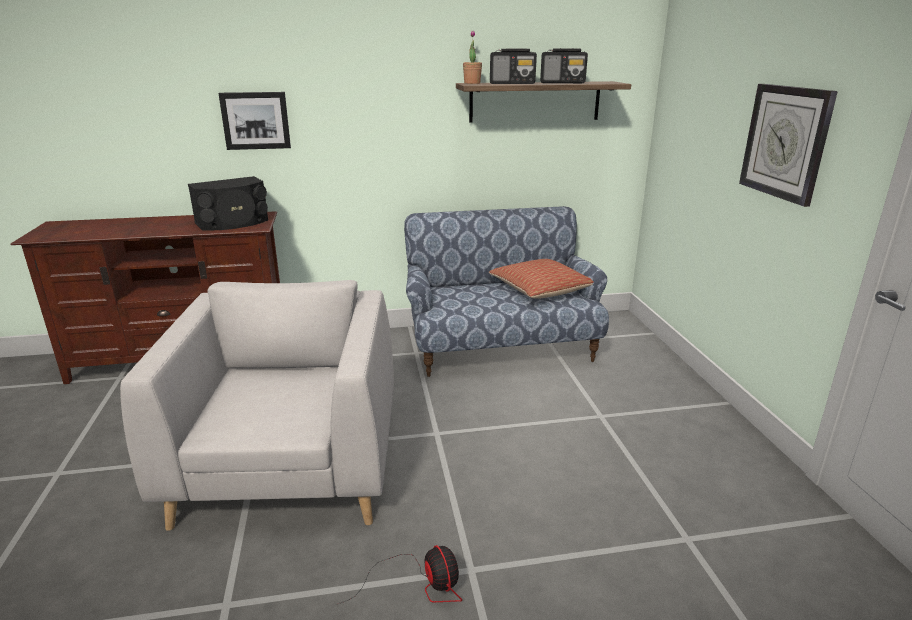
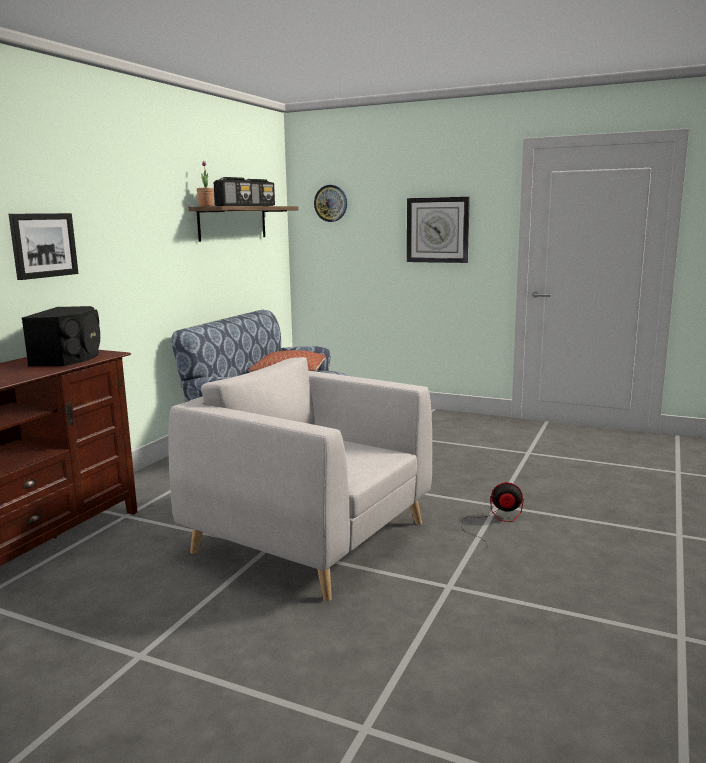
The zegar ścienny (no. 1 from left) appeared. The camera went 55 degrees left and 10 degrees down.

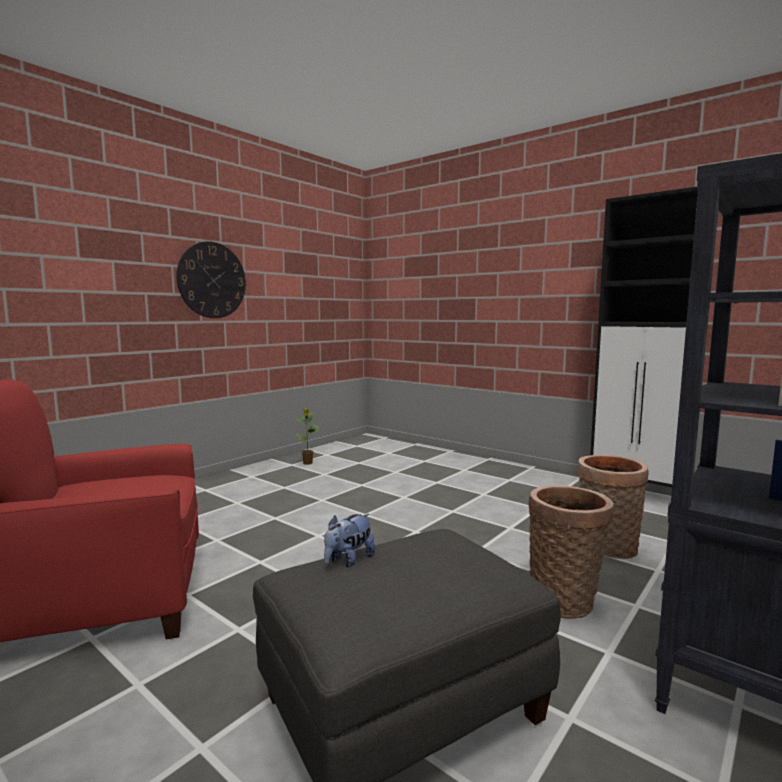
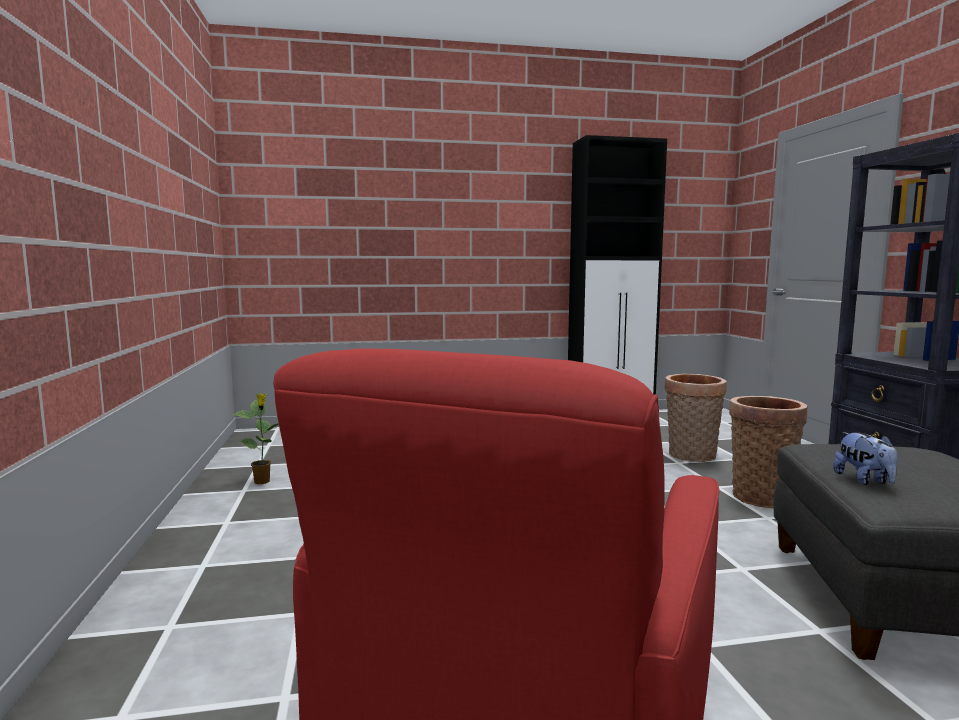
The zegar ścienny disappeared. The camera went 50 degrees left and 0 degrees up.

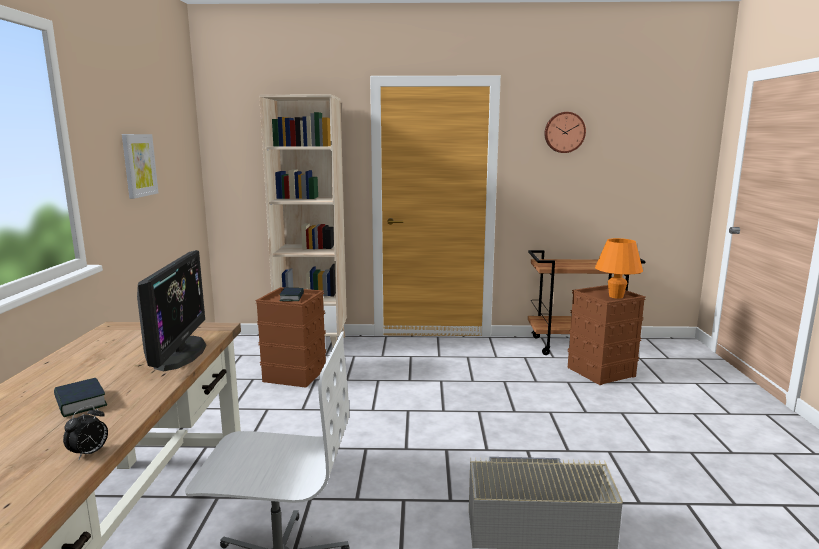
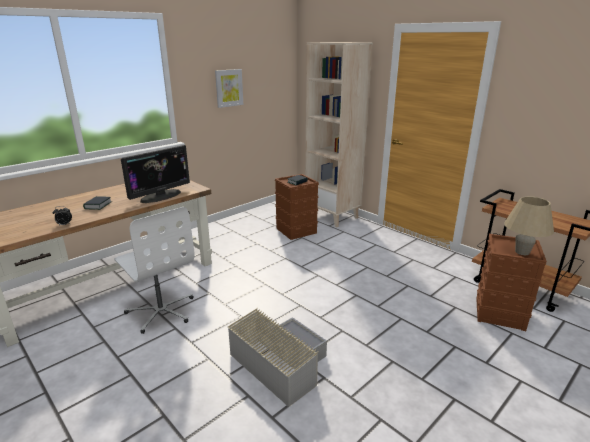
The zegar ścienny disappeared. The lampa stołowa [pomarańczowy] became the lampa stołowa [beżowy]. The camera went 45 degrees right and 10 degrees up.

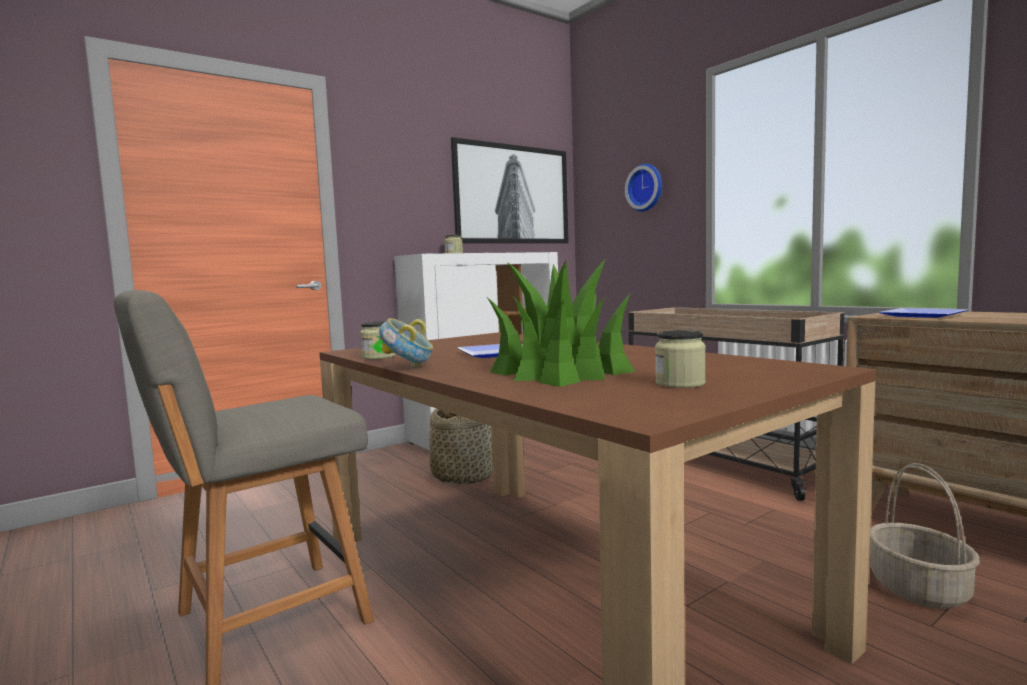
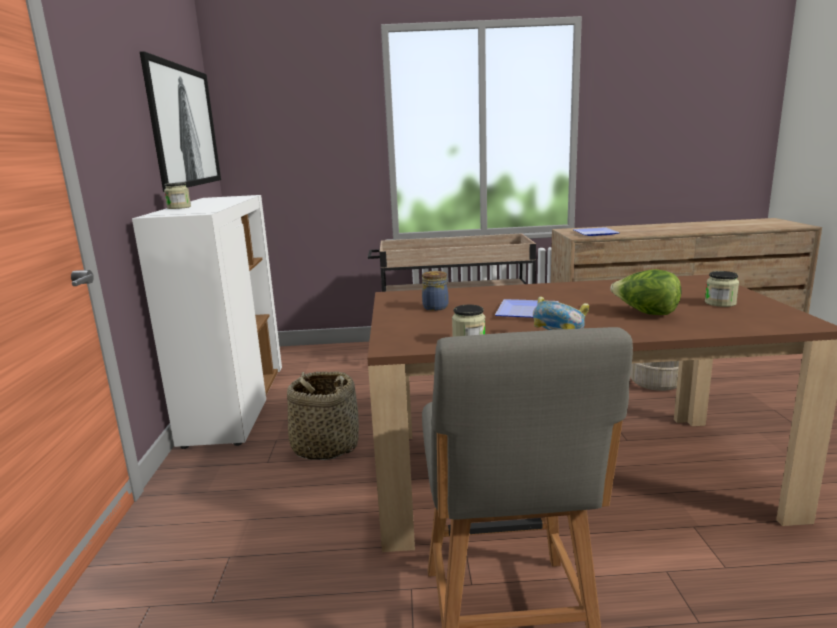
The roślina doniczkowa was replaced by the sałata. The zegar ścienny disappeared. The słoik (no. 2 from left) appeared. The camera went 55 degrees left and 10 degrees up.

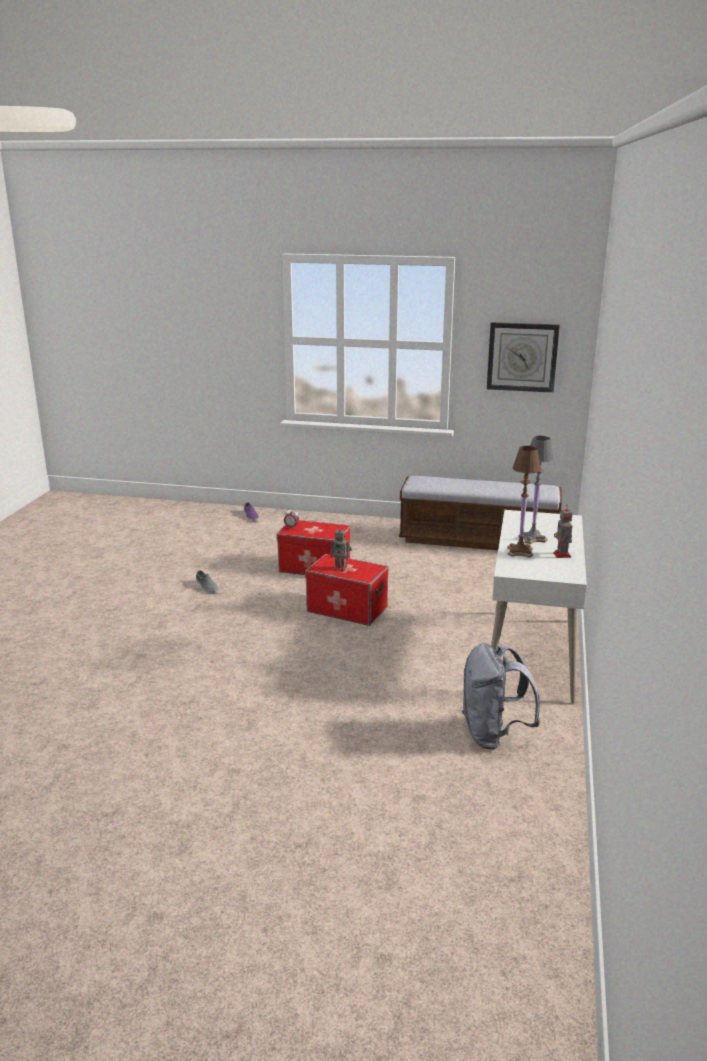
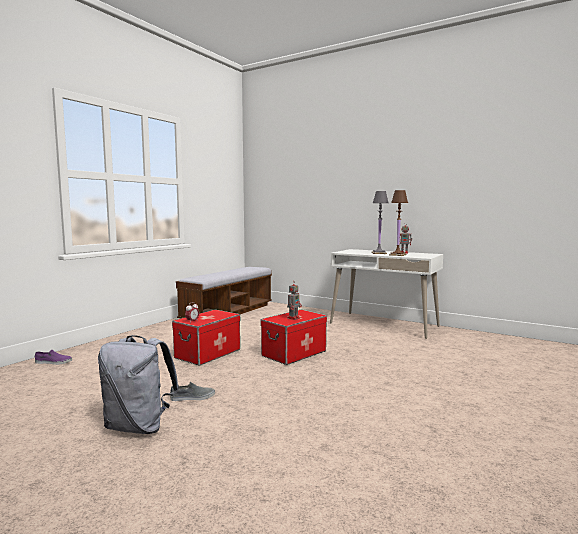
The plecak [szary] moved. The zegar ścienny disappeared. The camera went 70 degrees left and 15 degrees down.

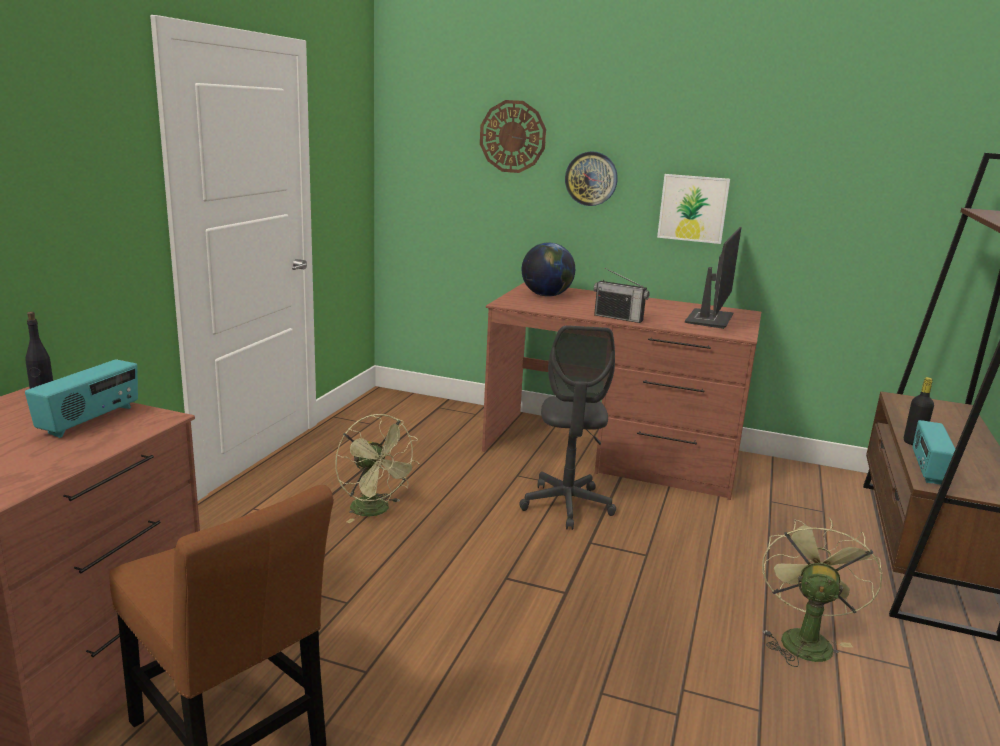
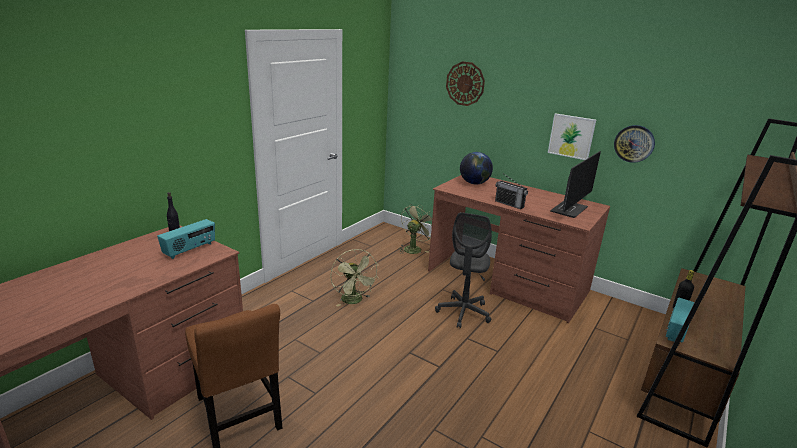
The zegar ścienny (no. 2 from left) moved. The wentylator [zielony] (no. 2 from left) moved. The camera went 15 degrees right and 5 degrees up.

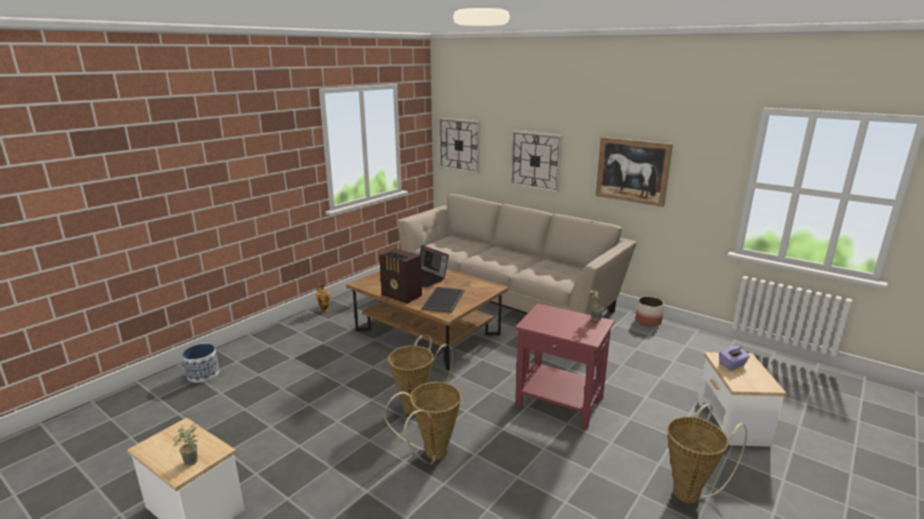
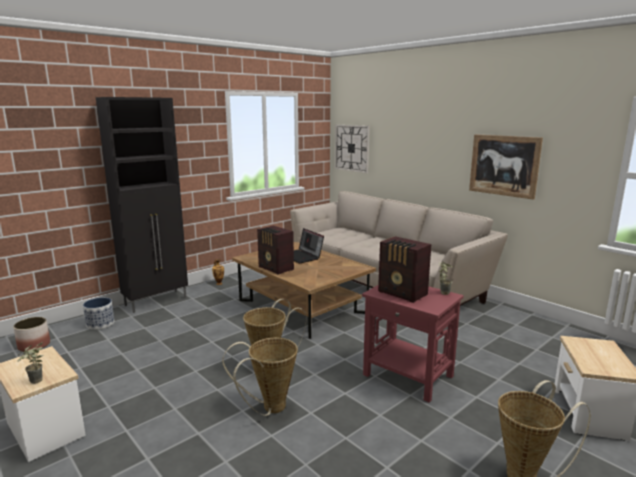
The taca disappeared. The zegar ścienny (no. 2 from left) disappeared. The donica (no. 2 from left in the first image) moved. The pudełko chusteczek [fioletowy] disappeared. The szafka [czarny] appeared. The radio (no. 2 from left) appeared. The camera went 10 degrees right and 5 degrees down.

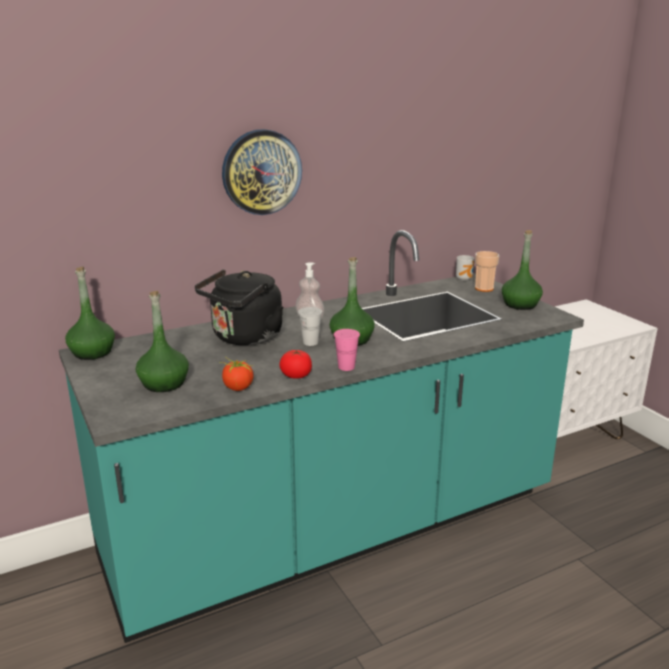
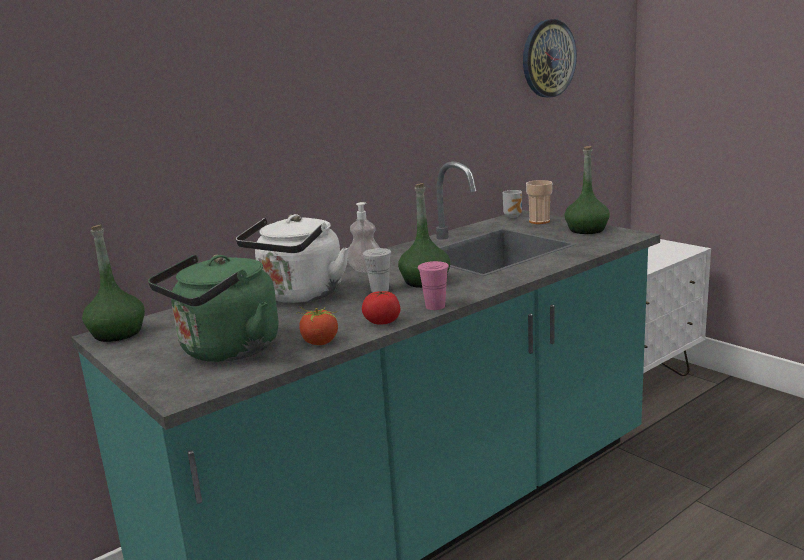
The butelka [zielony] (no. 2 from left) was replaced by the czajnik [zielony]. The czajnik [czarny] became the czajnik [biały]. The zegar ścienny moved. The camera went 10 degrees left and 5 degrees down.

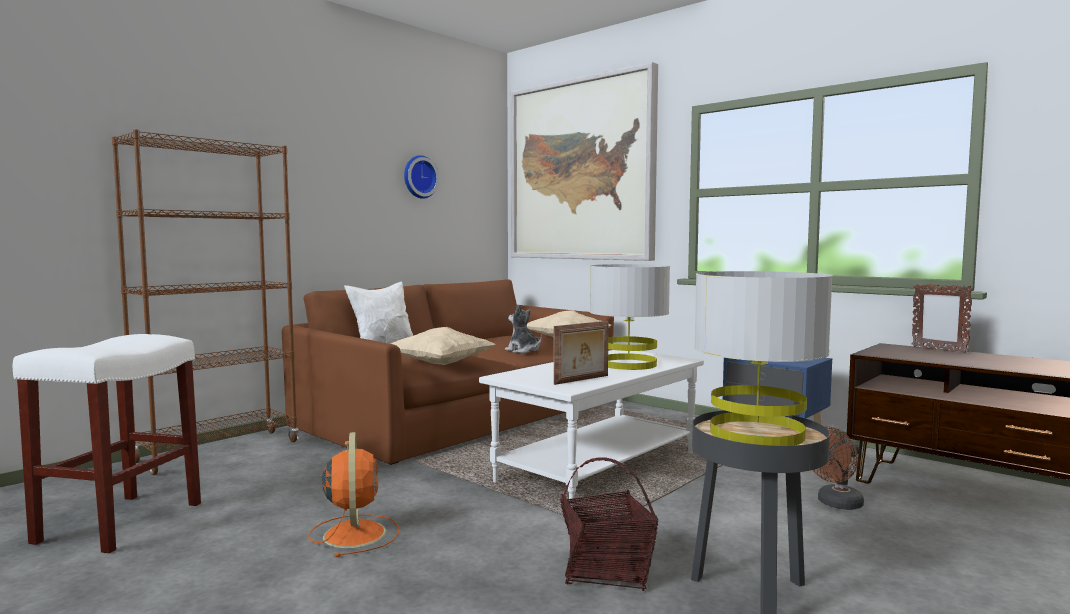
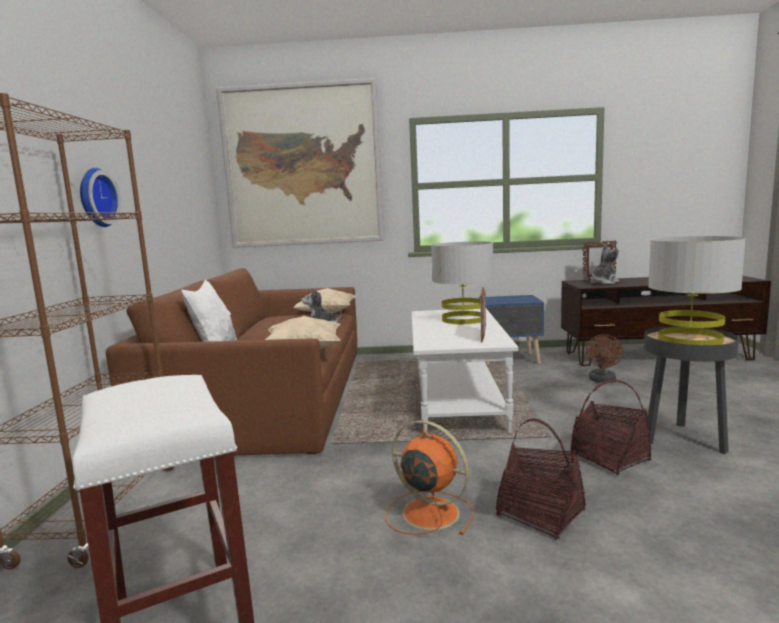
The zegar ścienny moved. The koszyk (no. 1 from left) appeared. The pluszak (no. 2 from left) appeared. The camera went 40 degrees left and 5 degrees up.

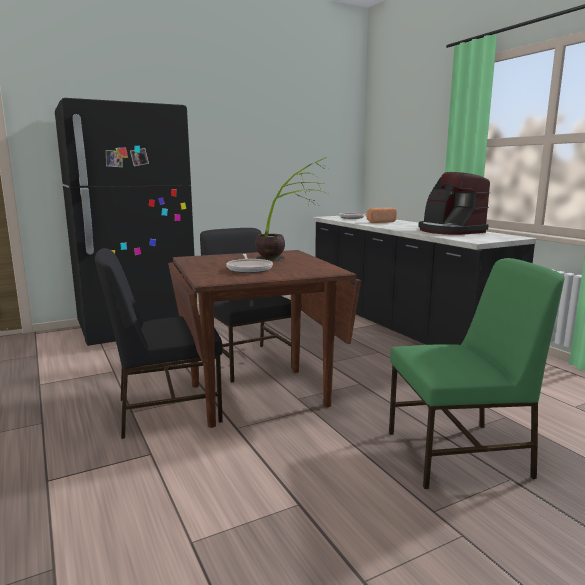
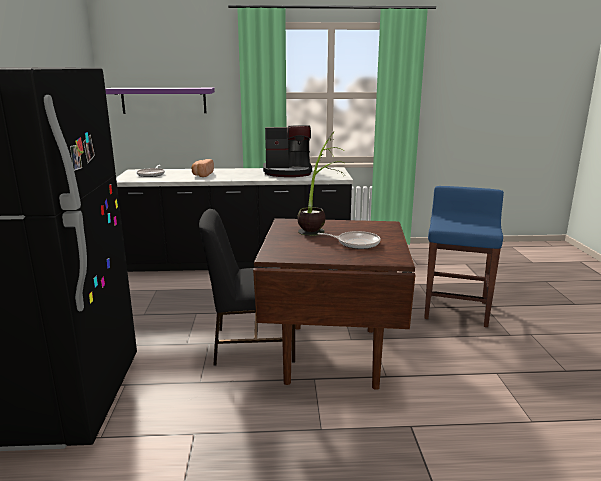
The krzesło [czarny] (no. 1 from left) disappeared. The krzesło [zielony] was replaced by the stołek [niebieski]. The półka [fioletowy] appeared. The camera went 65 degrees left and 5 degrees up.

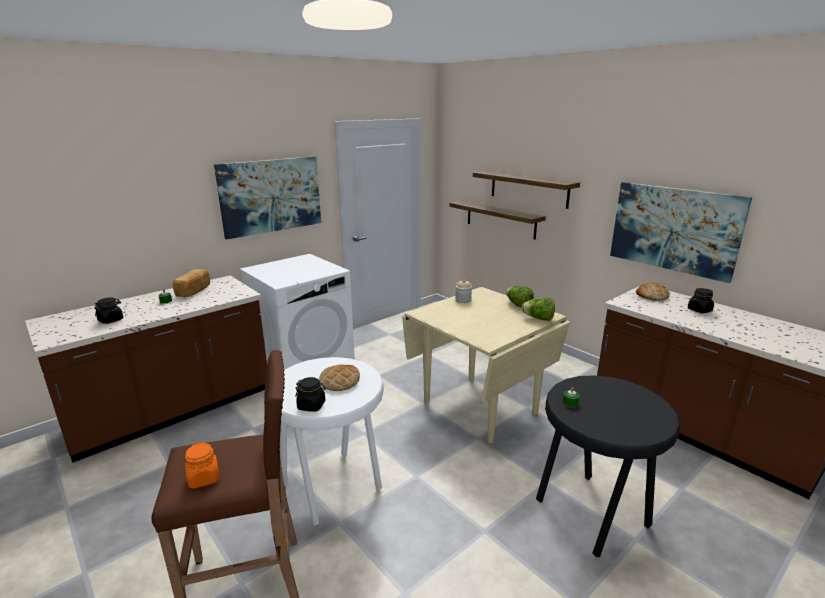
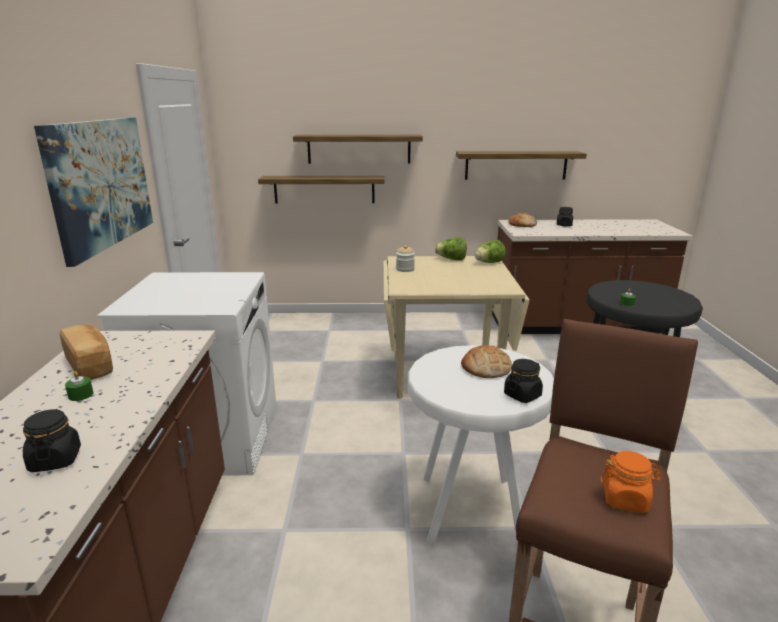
The obraz (no. 2 from left) was replaced by the półka (no. 3 from left). The camera went 50 degrees left and 0 degrees up.

